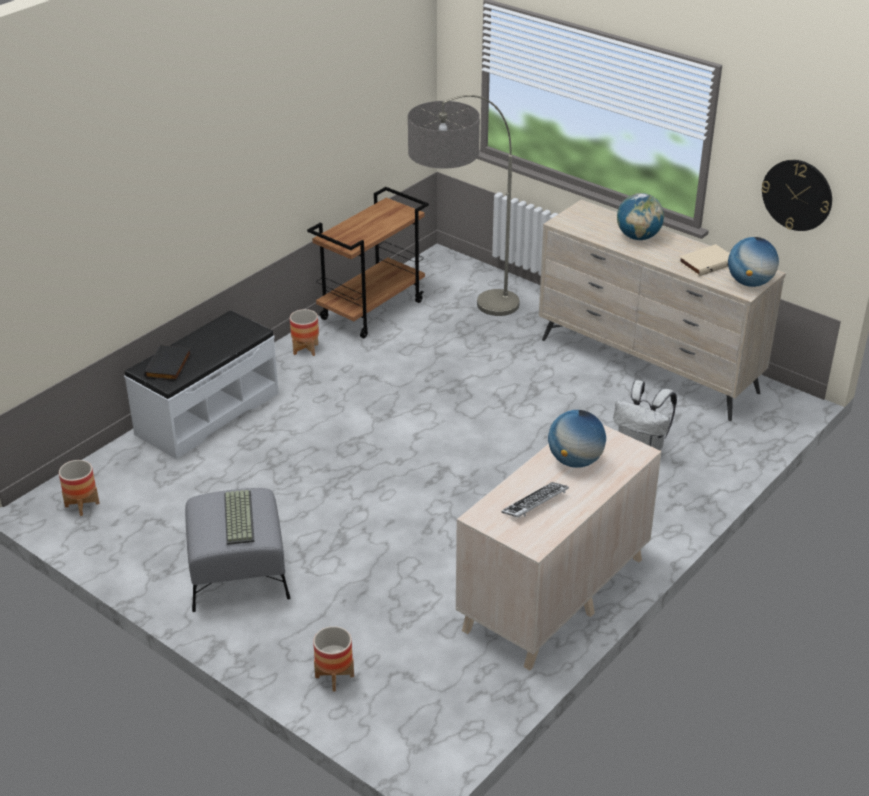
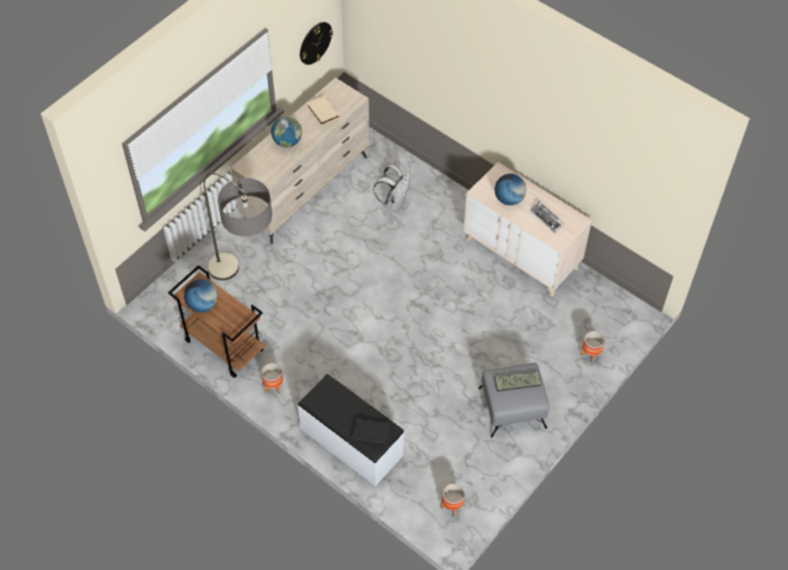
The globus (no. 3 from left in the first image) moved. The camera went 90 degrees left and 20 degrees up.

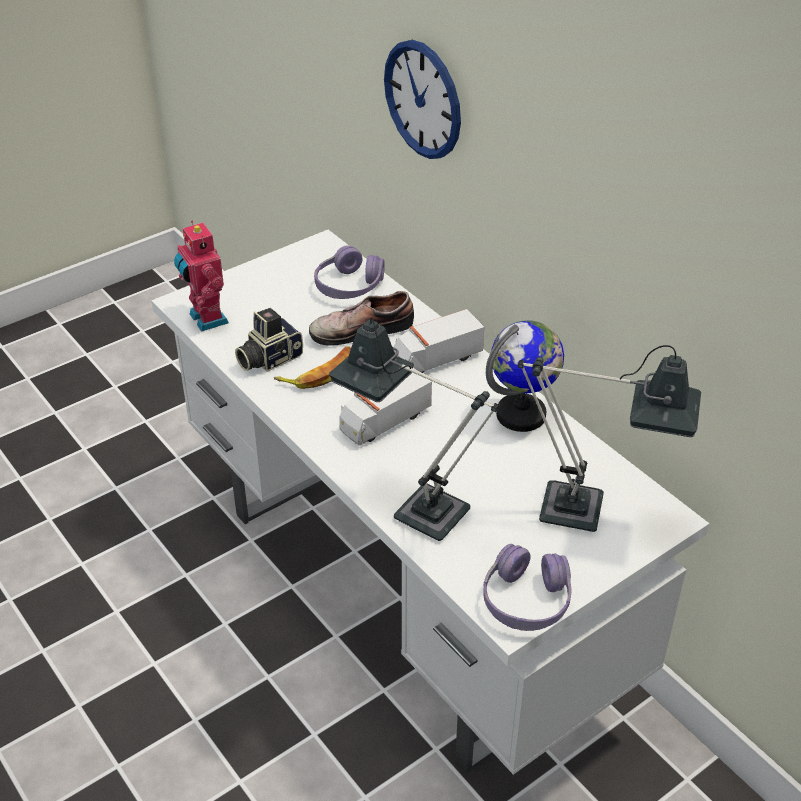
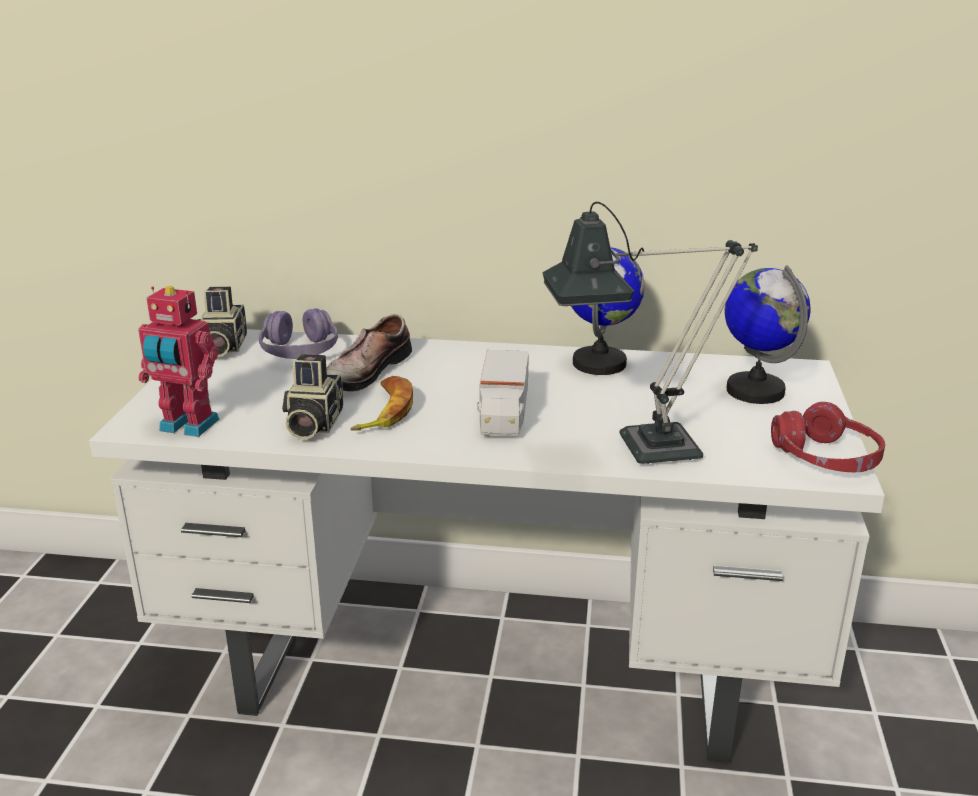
The zegar ścienny disappeared. The ciężarówka zabawkowa (no. 2 from left) disappeared. The słuchawki [fioletowy] (no. 2 from left) became the słuchawki [czerwony]. The lampa stołowa (no. 2 from left) was replaced by the globus (no. 2 from left). The aparat fotograficzny (no. 1 from left) appeared. The camera went 45 degrees left and 15 degrees down.

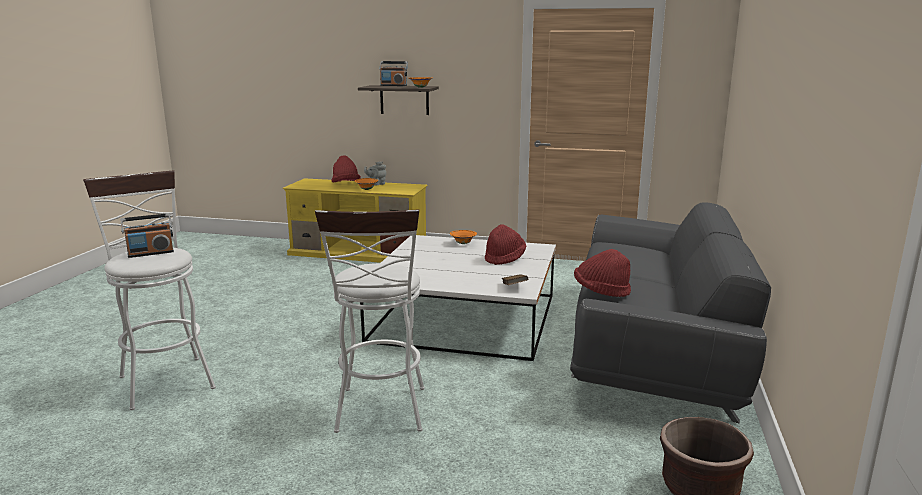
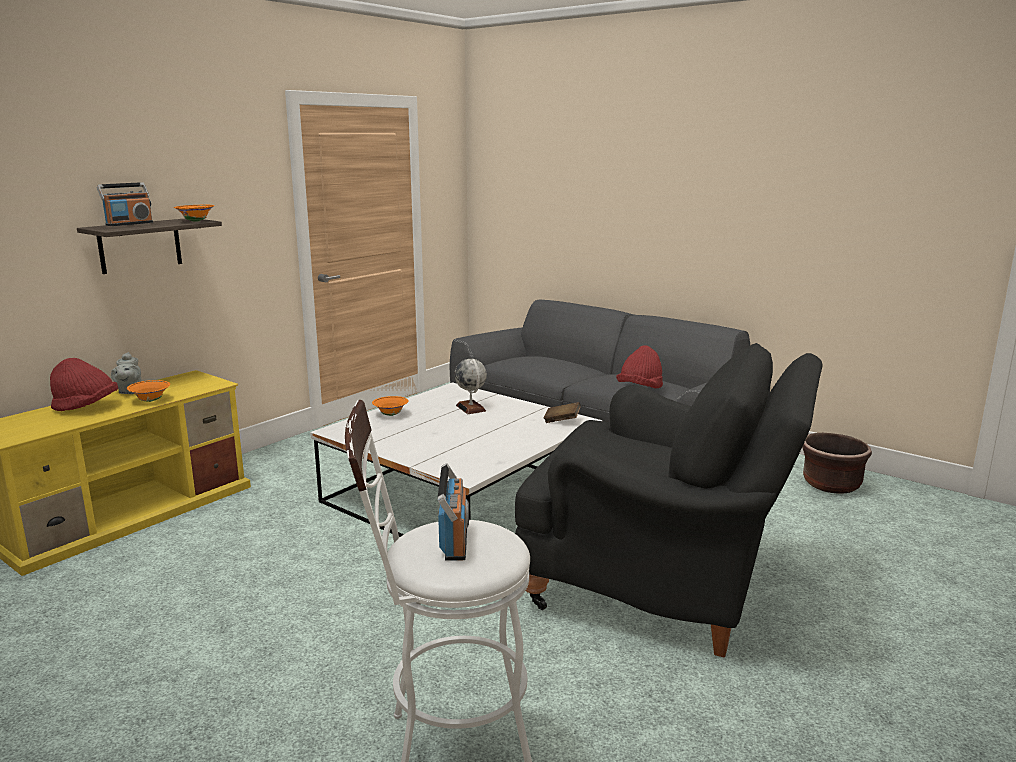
The stołek [biały] (no. 2 from left) was replaced by the fotel [czarny]. The kapelusz [czerwony] (no. 2 from left) was replaced by the globus. The camera went 65 degrees left and 0 degrees up.

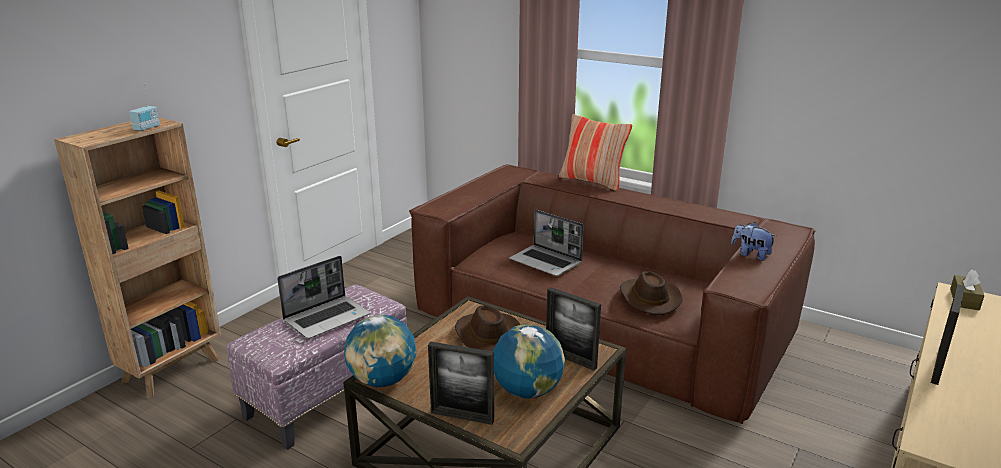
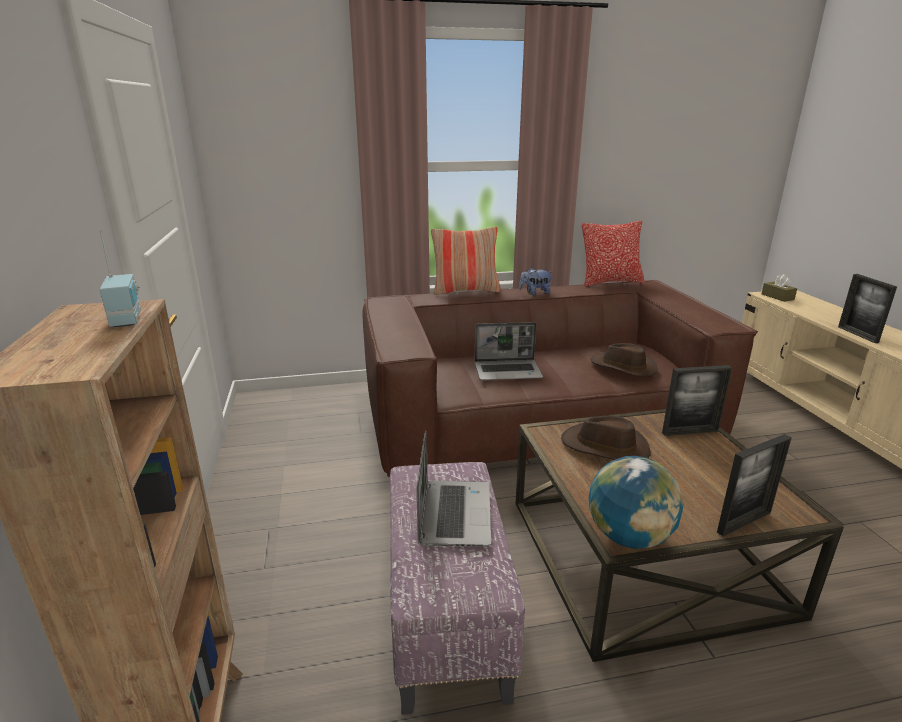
The globus (no. 2 from left) disappeared. The pluszak moved. The poduszka (no. 2 from left) appeared. The camera went 45 degrees left and 0 degrees up.

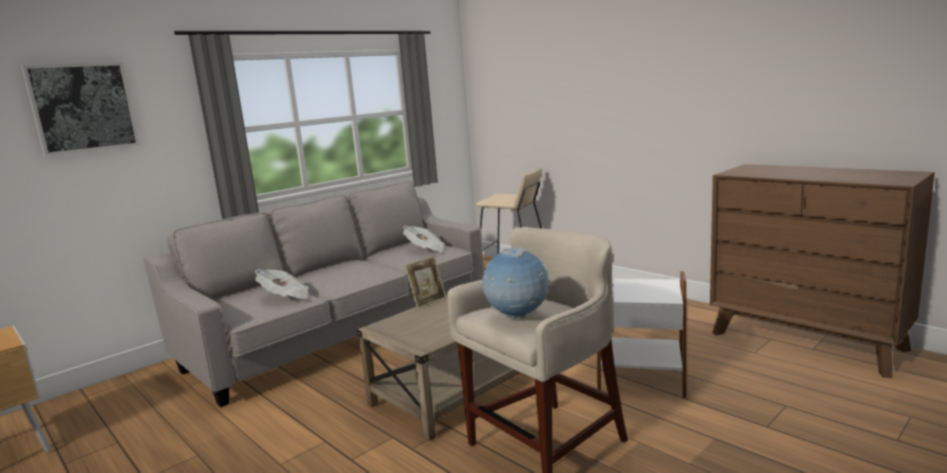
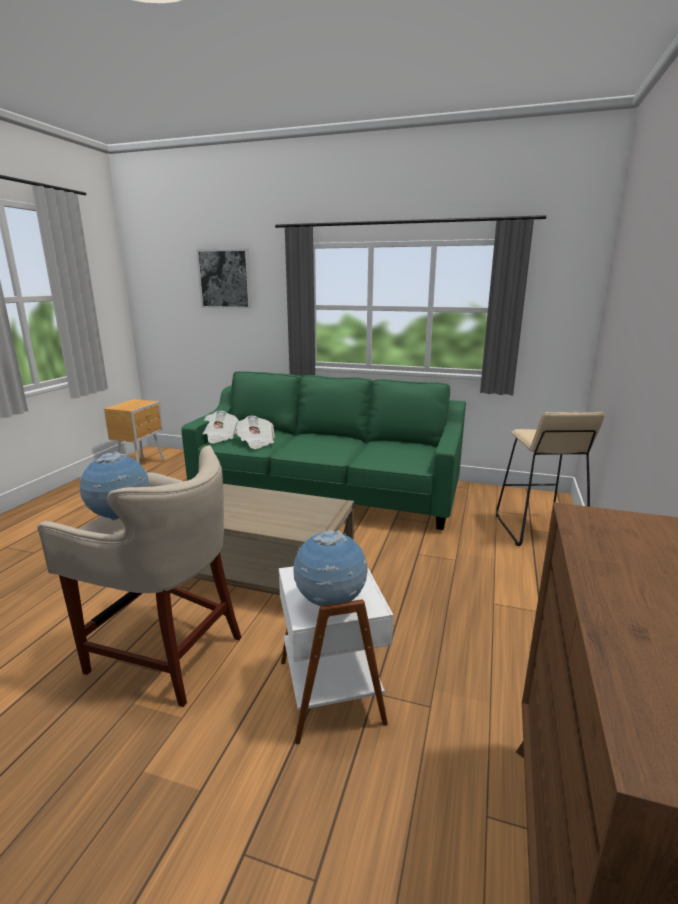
The kanapa [szary] became the kanapa [zielony]. The gazeta (no. 2 from left in the first image) moved. The ramka na zdjęcie disappeared. The globus (no. 2 from left) appeared. The camera went 60 degrees right and 5 degrees up.

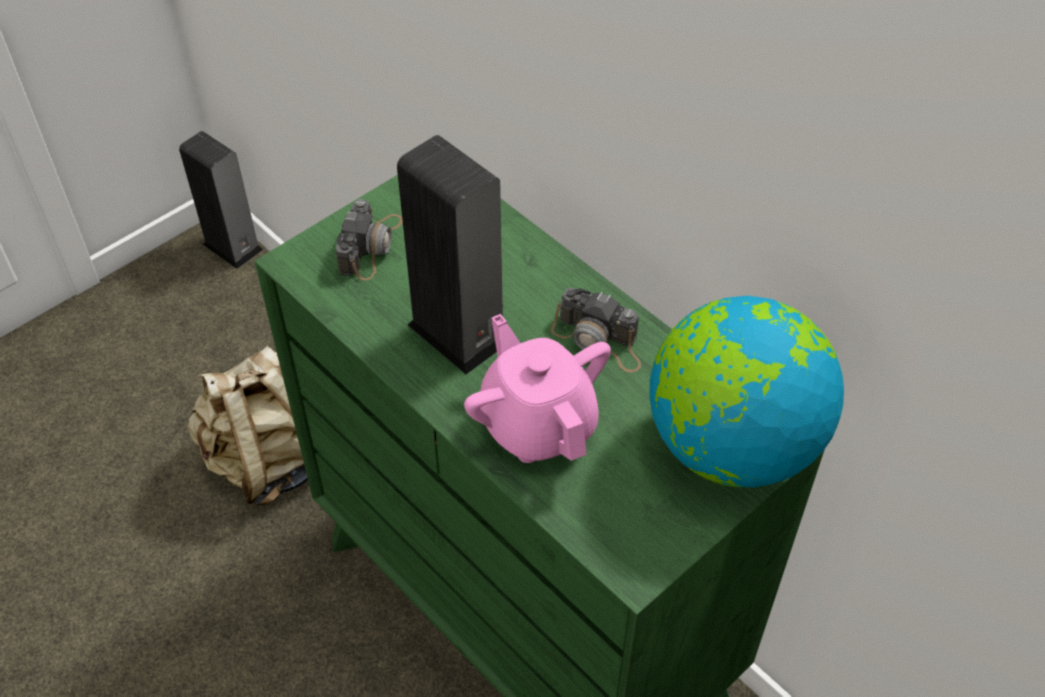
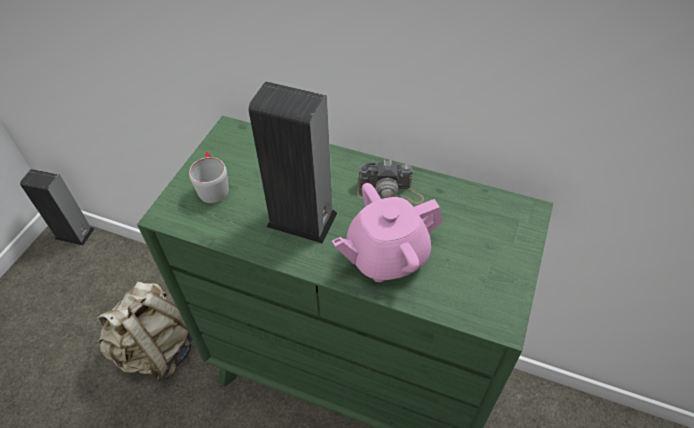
The aparat fotograficzny (no. 1 from left) was replaced by the kubek [szary]. The imbryk [różowy] turned 60 degrees counterclockwise. The globus disappeared. The camera went 25 degrees left and 0 degrees up.

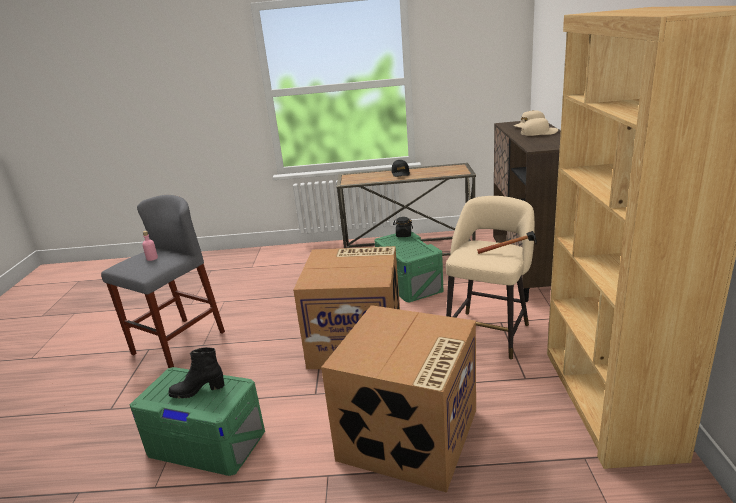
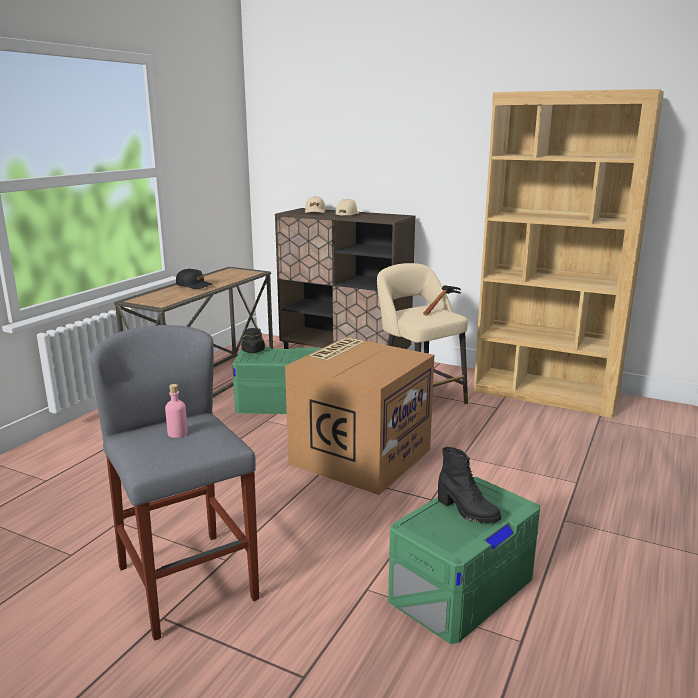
The but z cholewką [czarny] turned 60 degrees counterclockwise. The karton (no. 2 from left) disappeared. The camera went 65 degrees left and 5 degrees down.

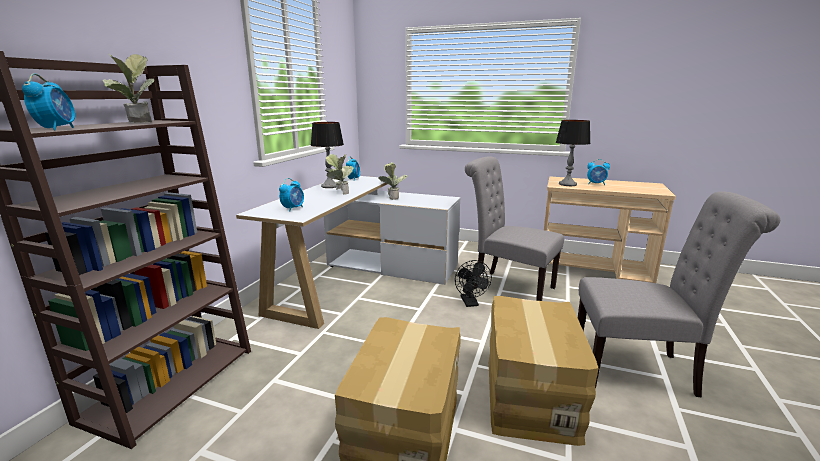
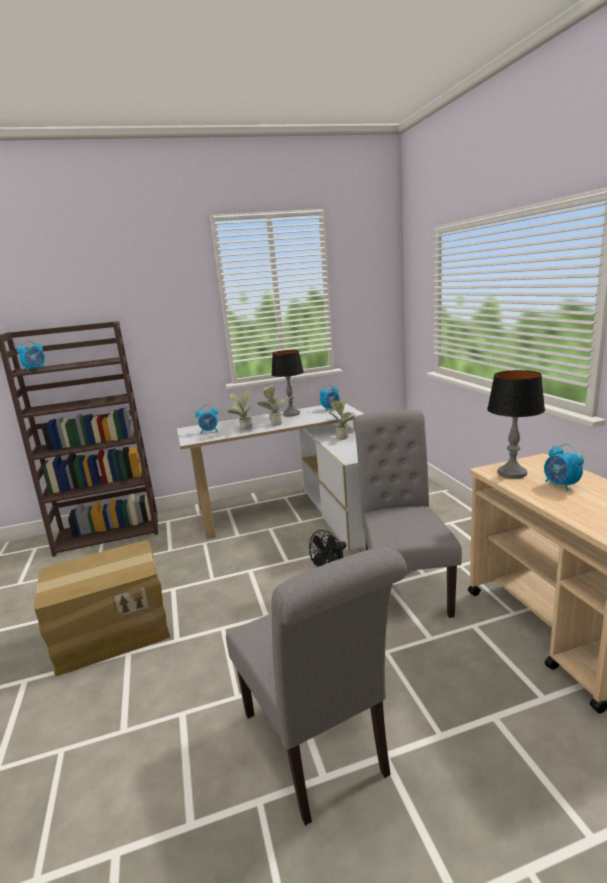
The roślina doniczkowa (no. 1 from left) moved. The karton (no. 2 from left) disappeared. The camera went 55 degrees right and 0 degrees up.

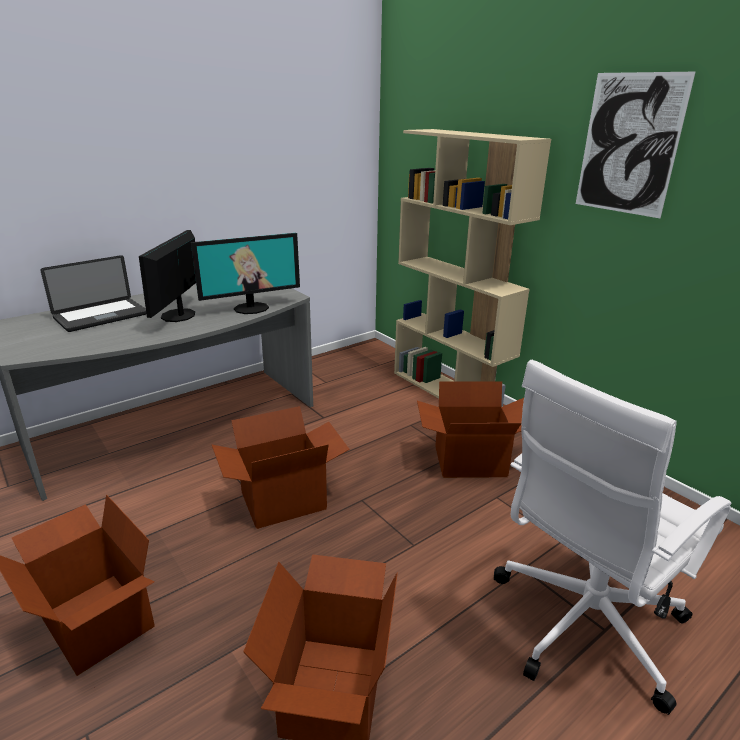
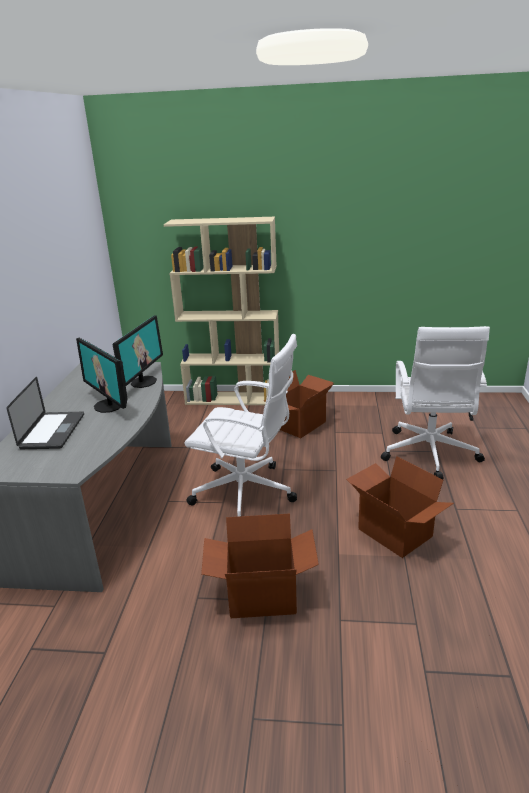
The karton (no. 2 from left) was replaced by the krzesło biurowe [biały] (no. 1 from left). The obraz disappeared. The camera went 45 degrees left and 0 degrees up.

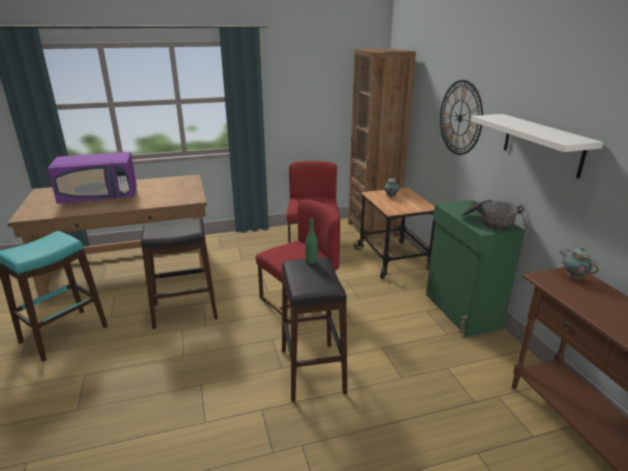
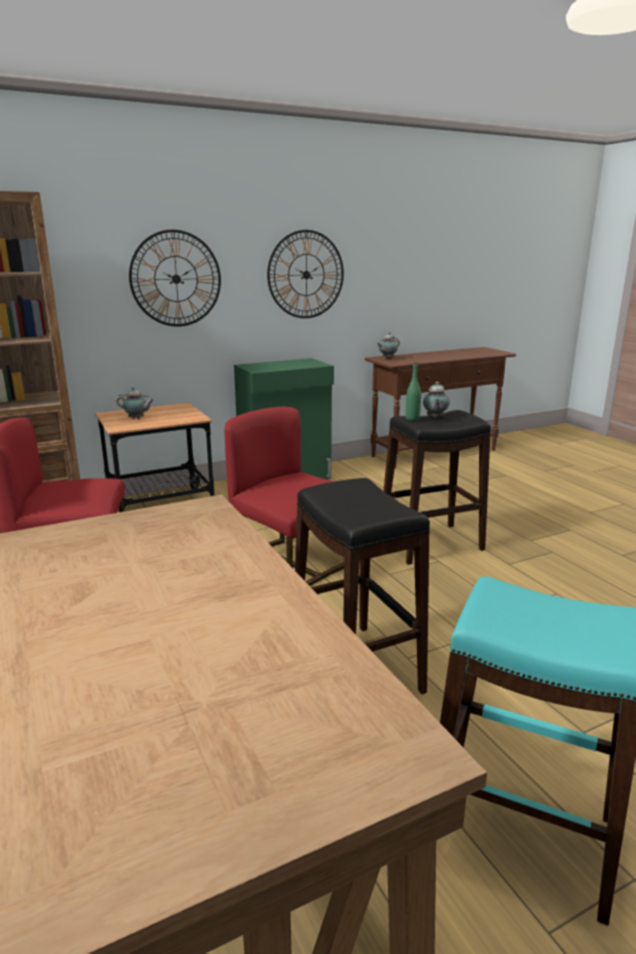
The mikrofalówka [fioletowy] disappeared. The garnek disappeared. The półka [biały] was replaced by the zegar ścienny (no. 2 from left). The imbryk (no. 3 from left) appeared. The camera went 100 degrees left and 5 degrees down.

